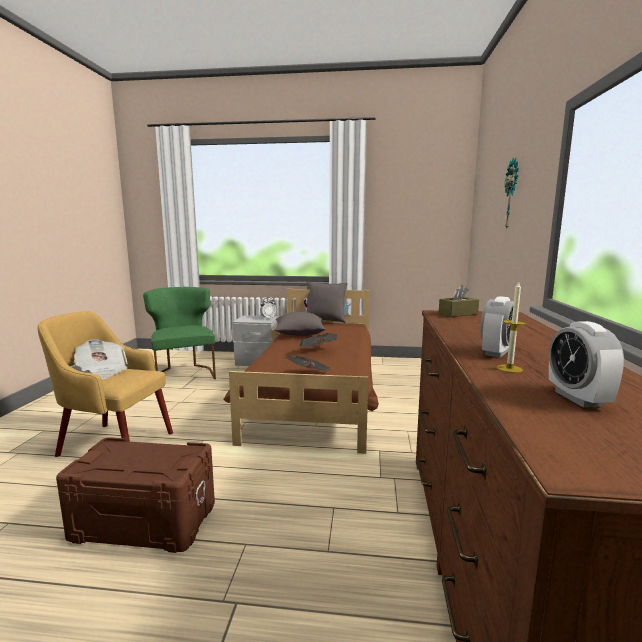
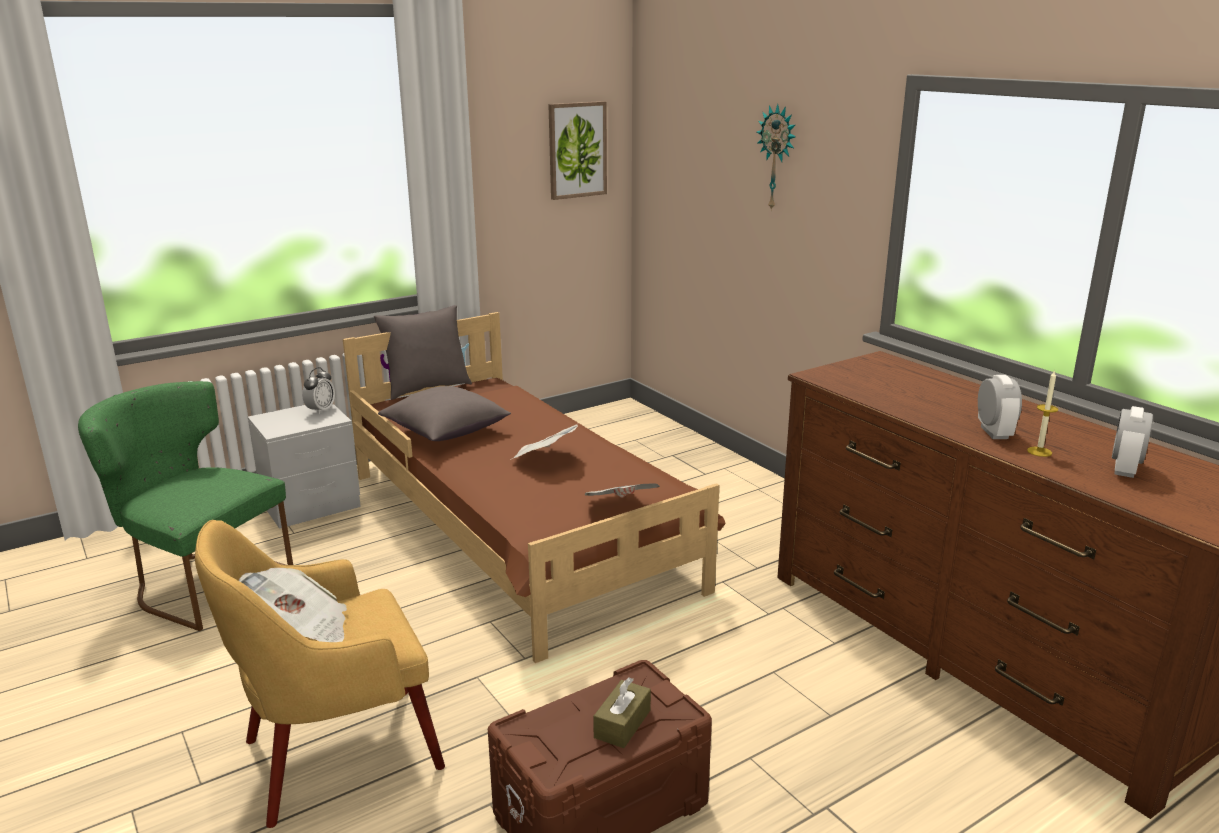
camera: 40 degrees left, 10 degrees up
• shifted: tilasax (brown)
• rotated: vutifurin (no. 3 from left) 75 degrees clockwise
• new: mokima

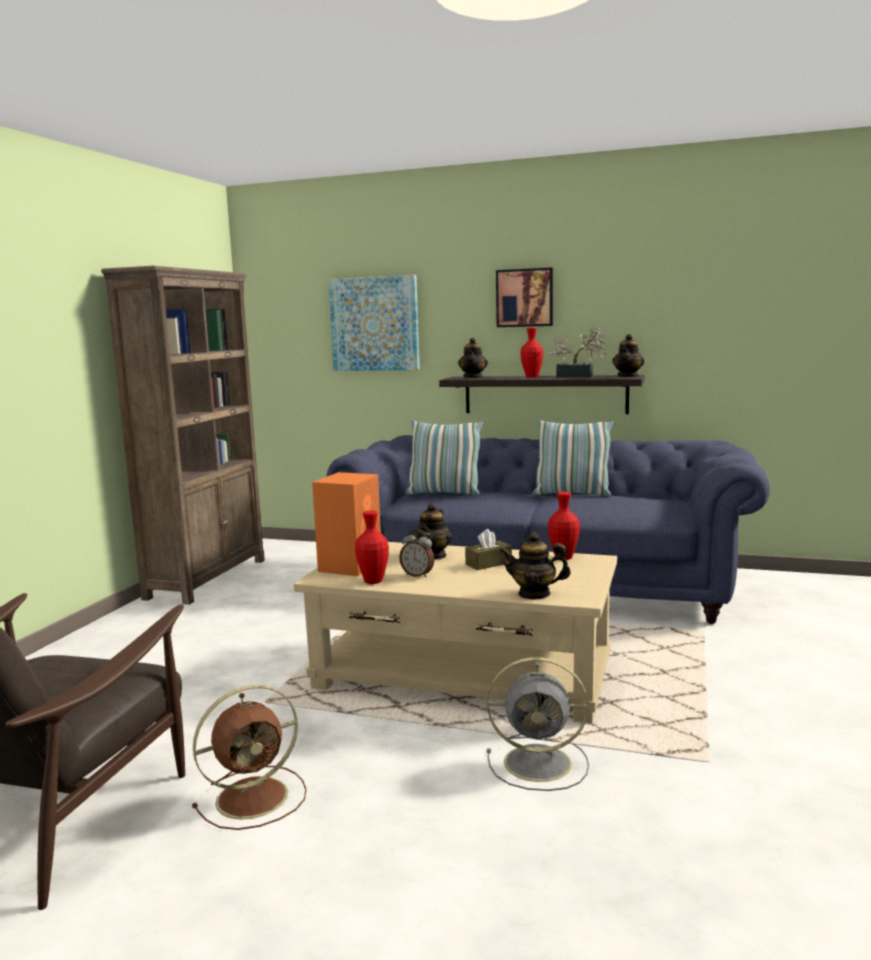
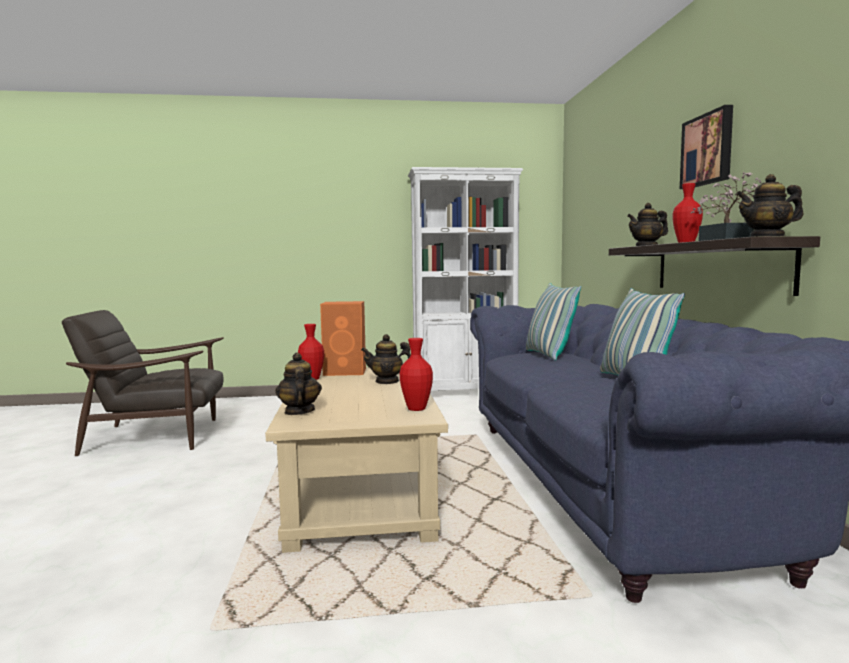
camera: 65 degrees right, 5 degrees down
• repainted: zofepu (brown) to zofepu (white)
• gone: mokima (no. 1 from left)
• gone: vutifurin
• gone: tilasax (brown)
• gone: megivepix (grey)
• gone: megivepix (brown)

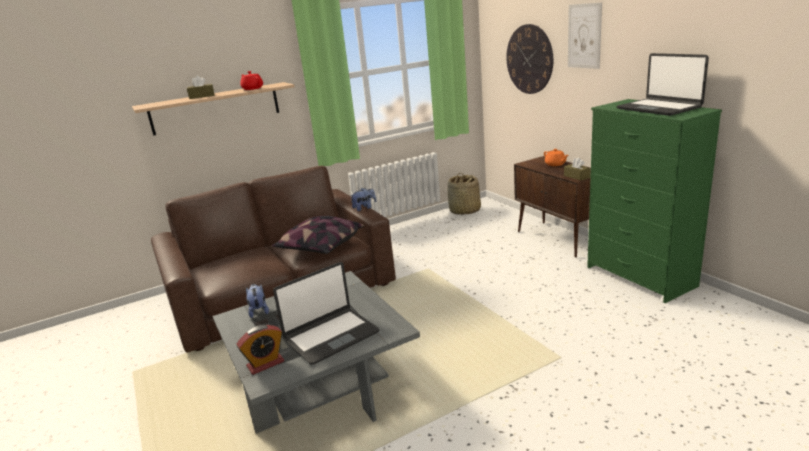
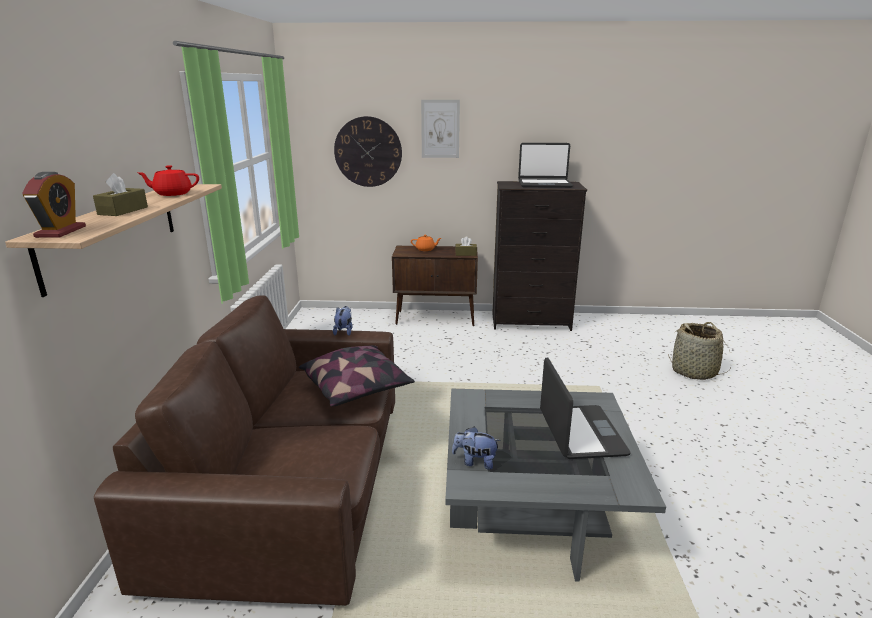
camera: 60 degrees left, 0 degrees up
• repainted: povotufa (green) to povotufa (black)
• shifted: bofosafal
• shifted: vutifurin

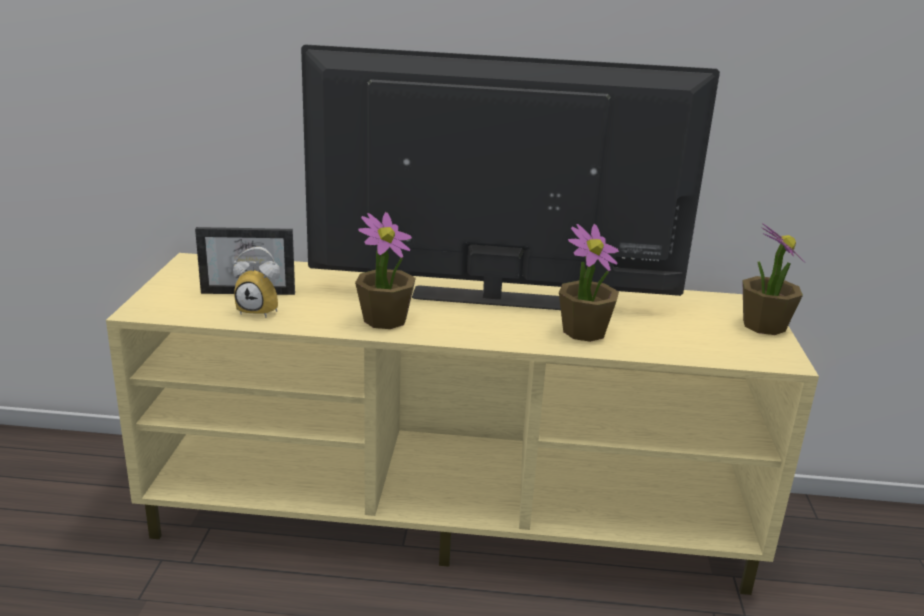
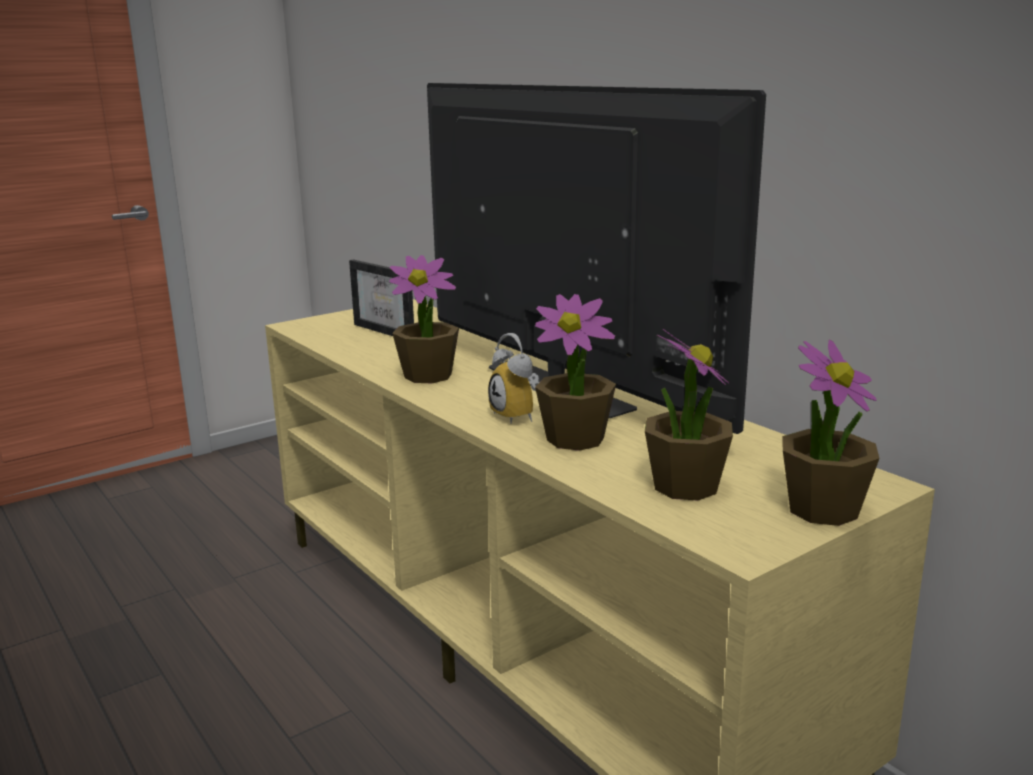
camera: 50 degrees right, 5 degrees down
• shifted: vutifurin
• new: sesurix (no. 3 from left)

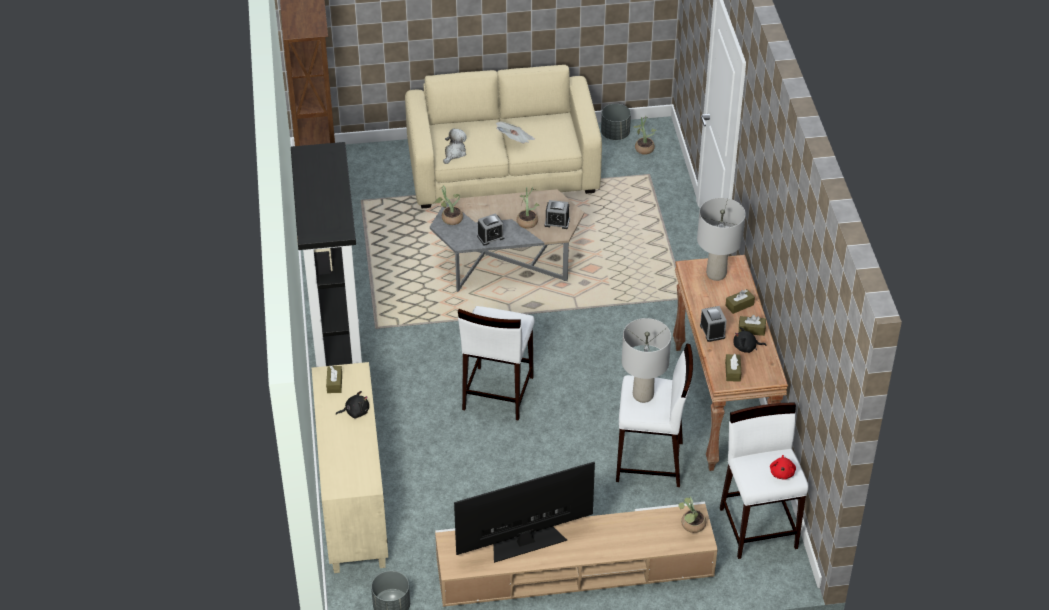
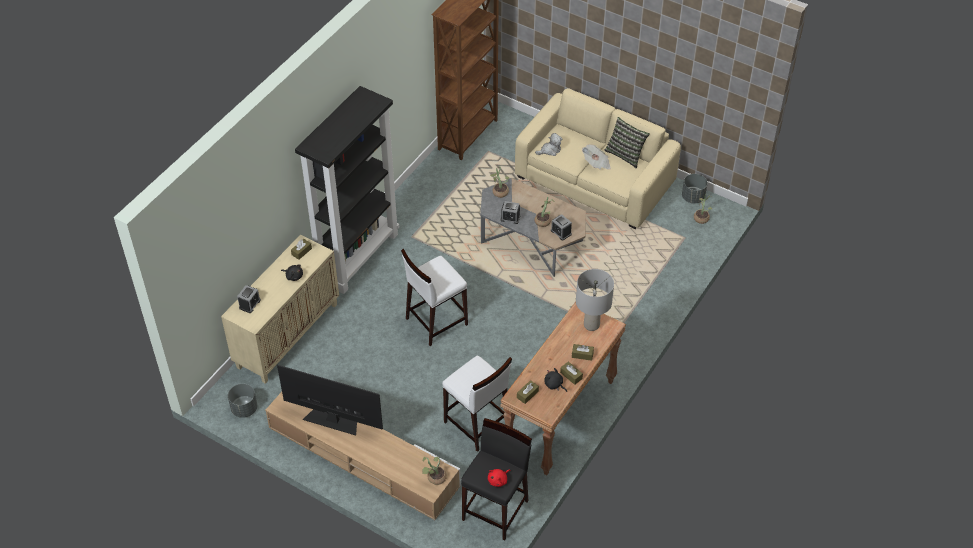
camera: 40 degrees right, 5 degrees up
• shifted: vutifurin (no. 3 from left in the first image) to vutifurin (no. 1 from left)
• gone: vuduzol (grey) (no. 1 from left)
• repainted: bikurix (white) (no. 3 from left) to bikurix (black)
• new: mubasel

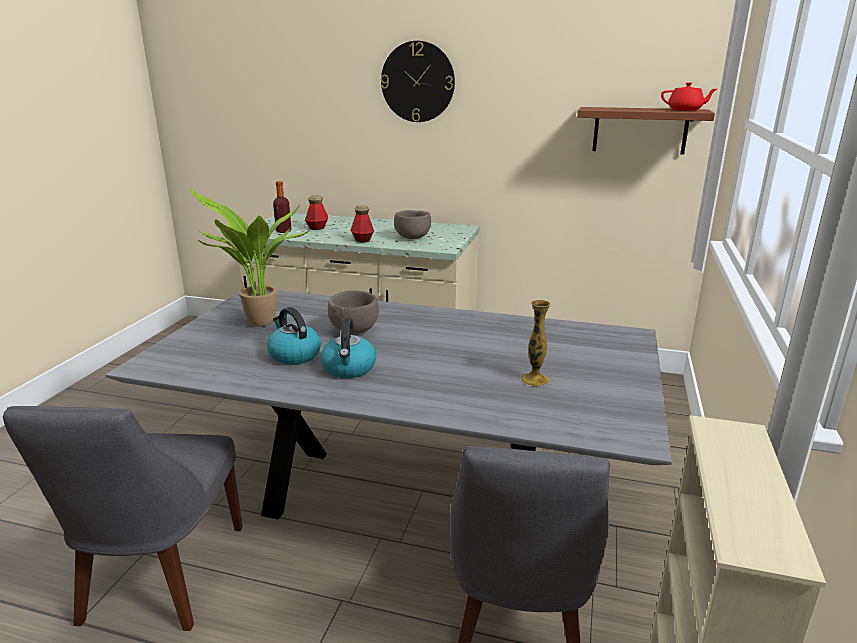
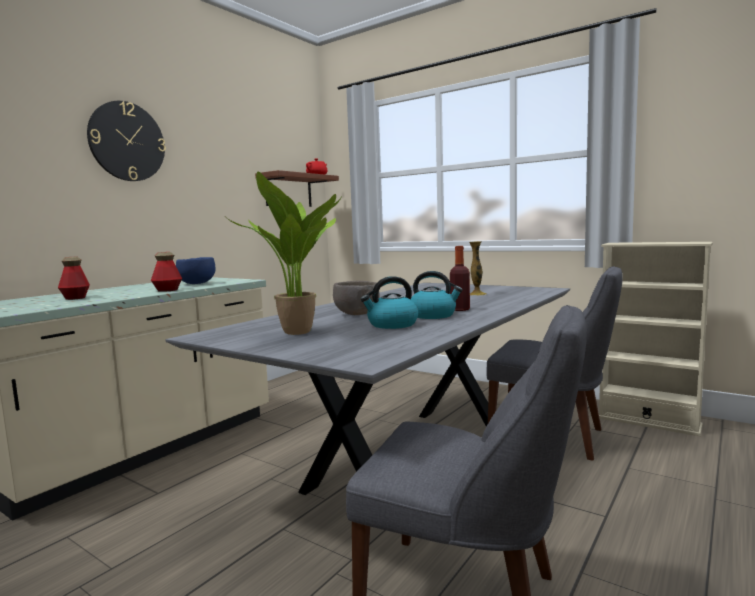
camera: 70 degrees left, 15 degrees down
• shifted: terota (no. 1 from left in the first image) to terota (no. 3 from left)
• repainted: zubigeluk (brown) (no. 2 from left) to zubigeluk (blue)

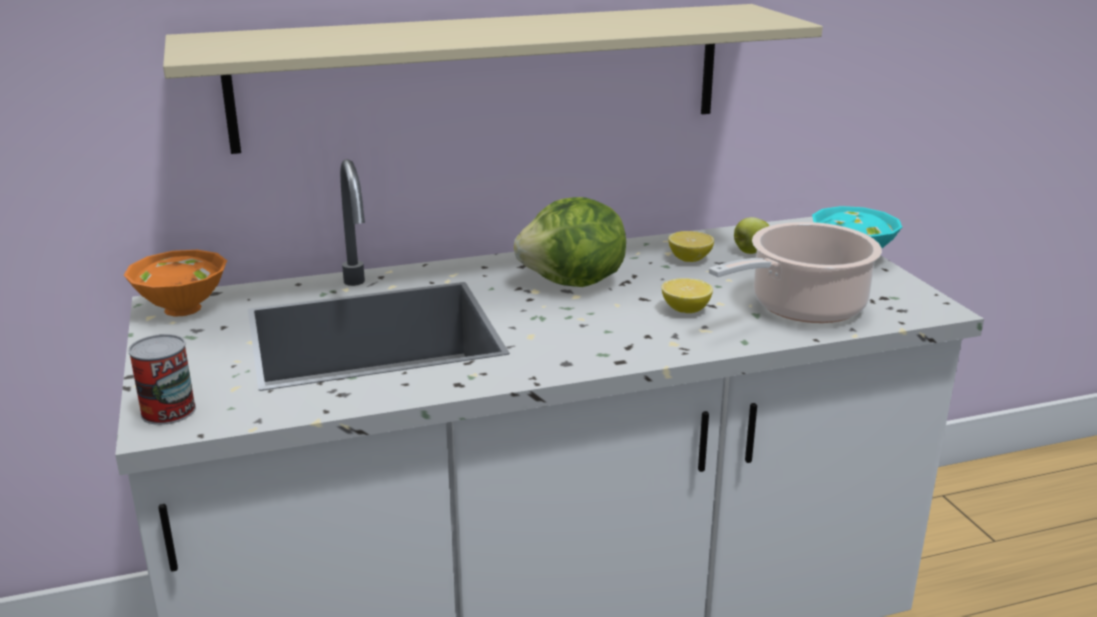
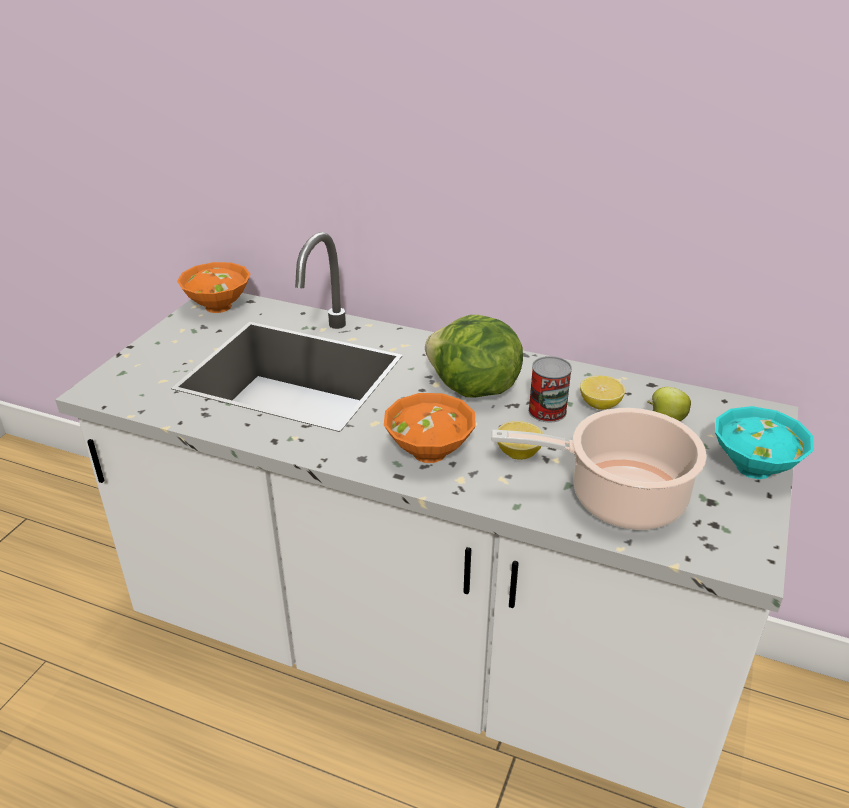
camera: 40 degrees right, 10 degrees up
• gone: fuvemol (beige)
• shifted: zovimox
• new: zubigeluk (orange) (no. 2 from left)

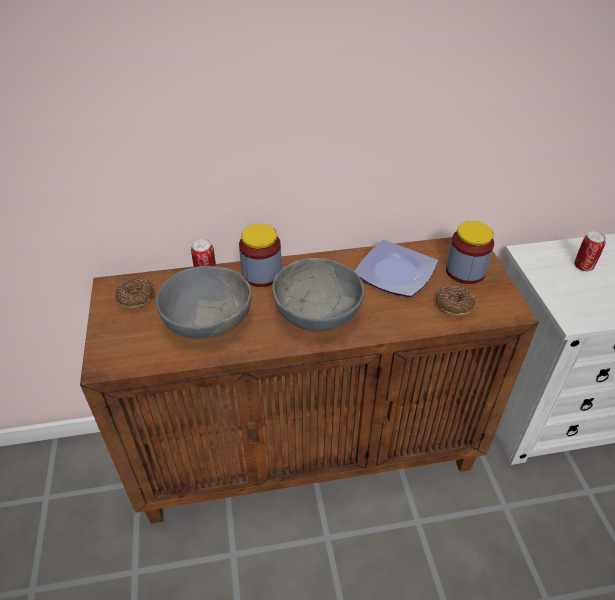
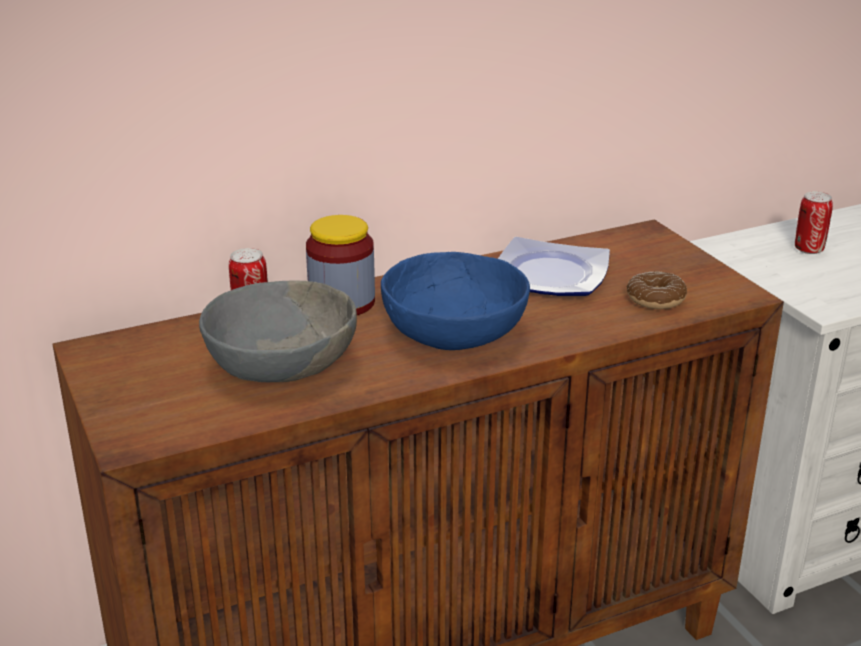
camera: 15 degrees left, 15 degrees down
• gone: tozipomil (no. 2 from left)
• repainted: zubigeluk (grey) (no. 2 from left) to zubigeluk (blue)
• gone: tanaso (no. 1 from left)

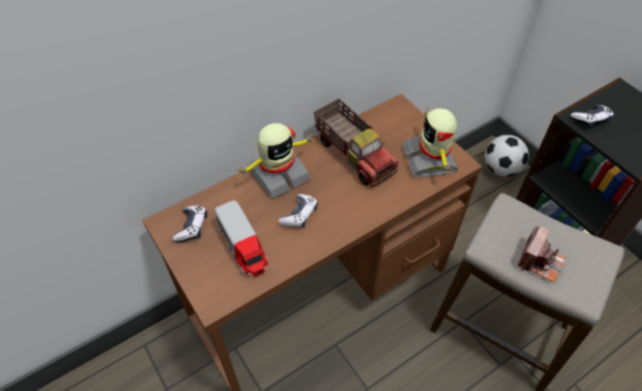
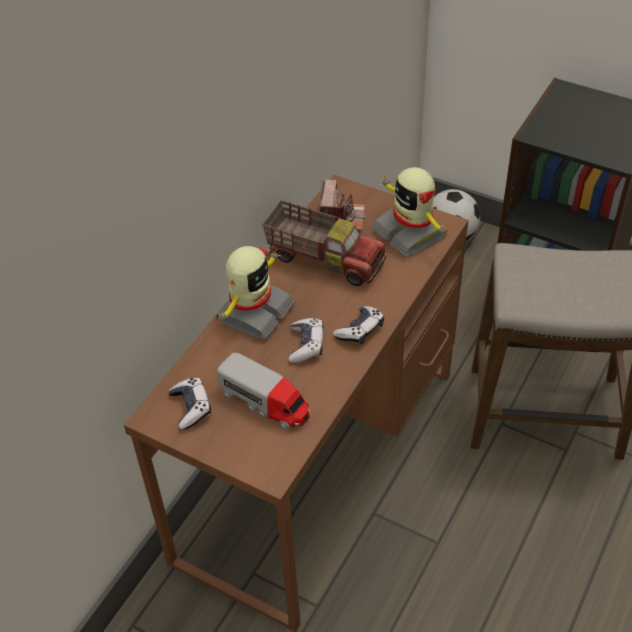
camera: 25 degrees left, 5 degrees down
• shifted: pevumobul (no. 3 from left)
• shifted: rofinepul

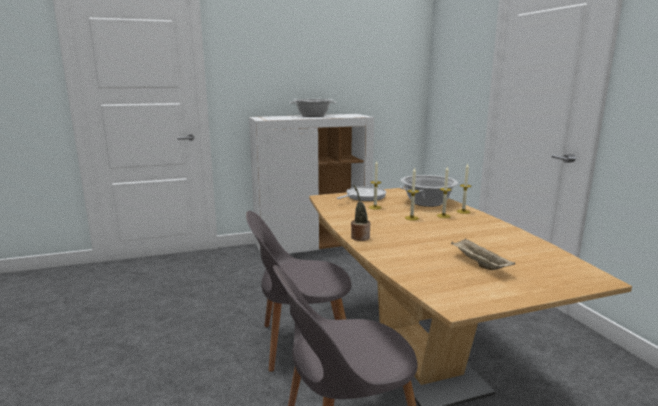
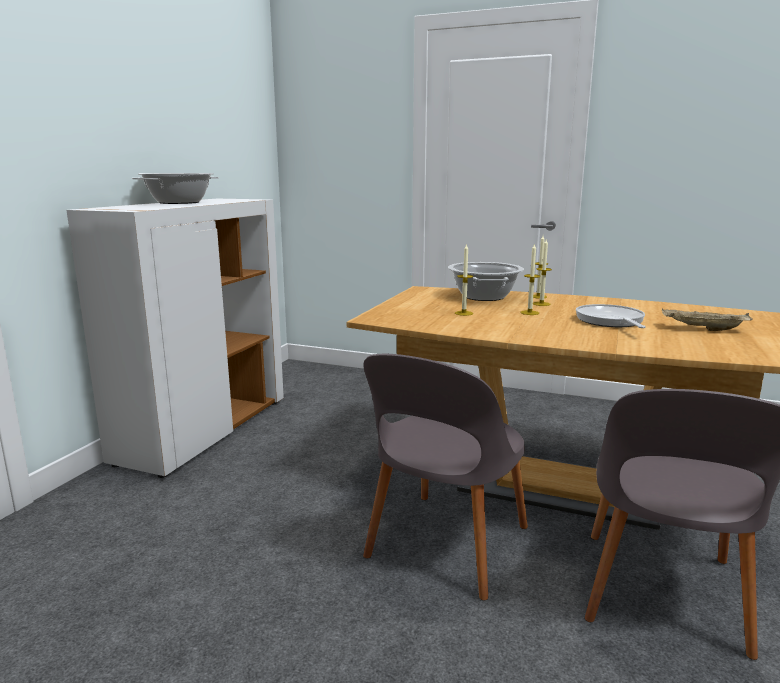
camera: 50 degrees left, 0 degrees up
• gone: sesurix
• shifted: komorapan

